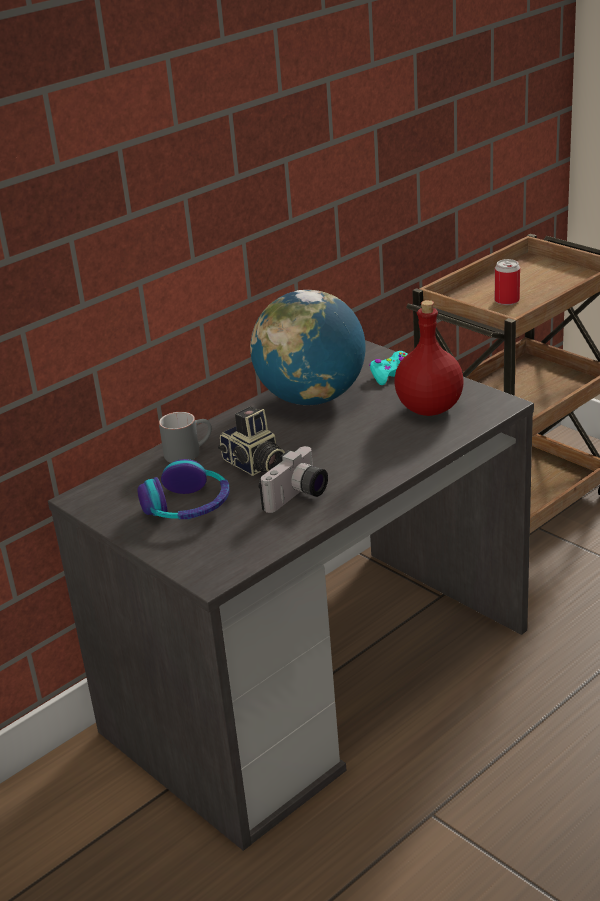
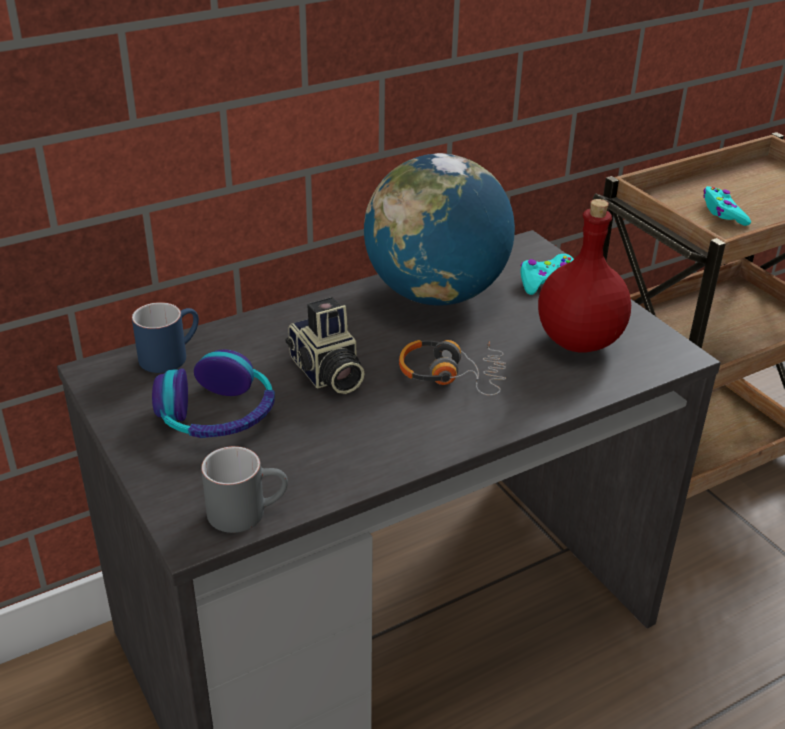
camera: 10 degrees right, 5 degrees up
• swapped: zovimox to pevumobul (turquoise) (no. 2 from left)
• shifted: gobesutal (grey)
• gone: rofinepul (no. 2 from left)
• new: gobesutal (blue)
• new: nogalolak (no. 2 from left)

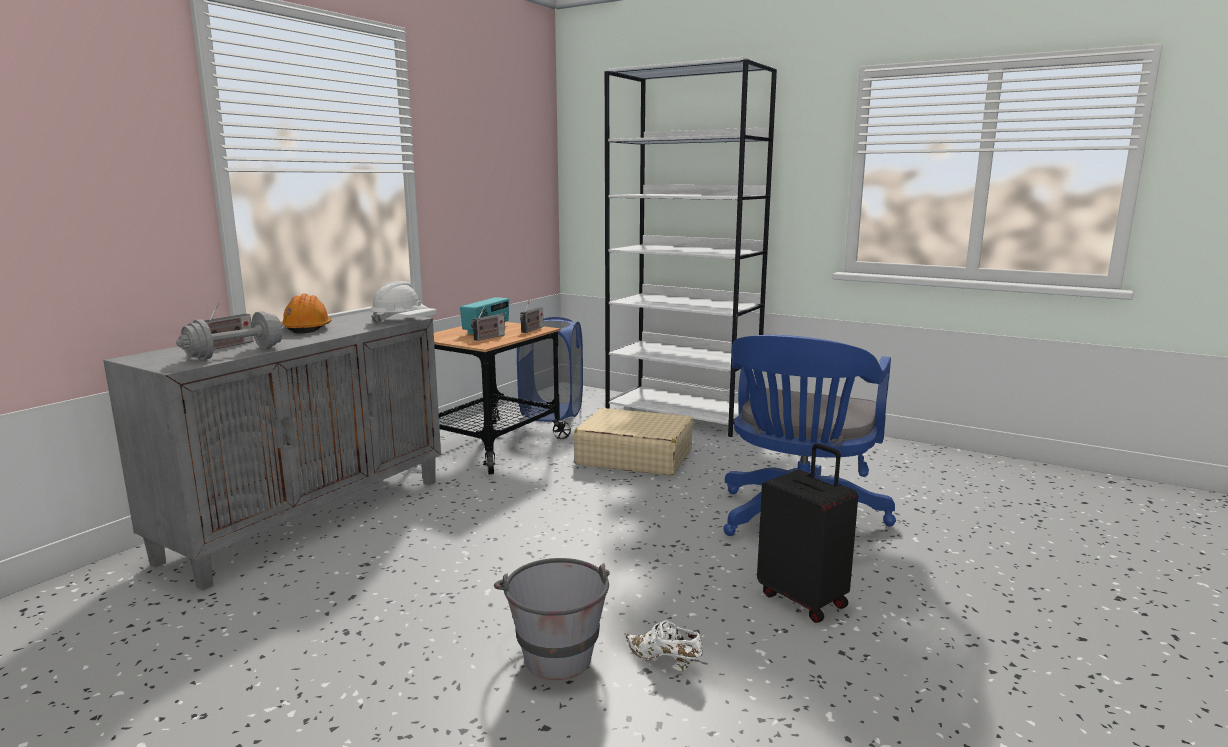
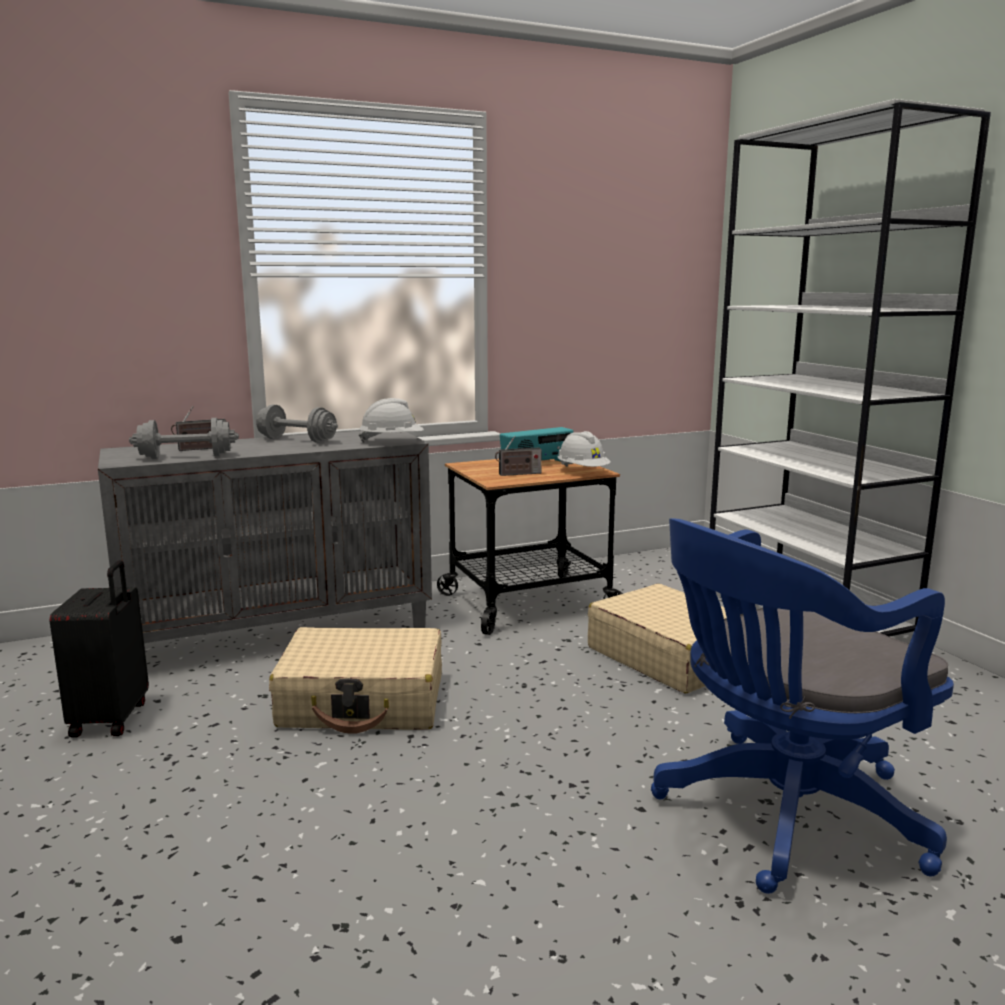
camera: 35 degrees right, 0 degrees up
• swapped: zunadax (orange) to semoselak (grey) (no. 2 from left)
• swapped: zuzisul (no. 4 from left) to zunadax (white) (no. 2 from left)
• gone: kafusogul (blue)
• shifted: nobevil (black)
• gone: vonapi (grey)
• gone: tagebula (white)
• new: nobevil (beige) (no. 1 from left)

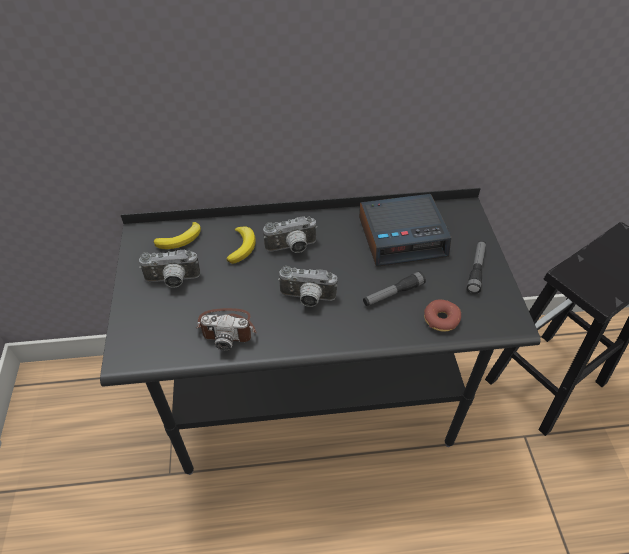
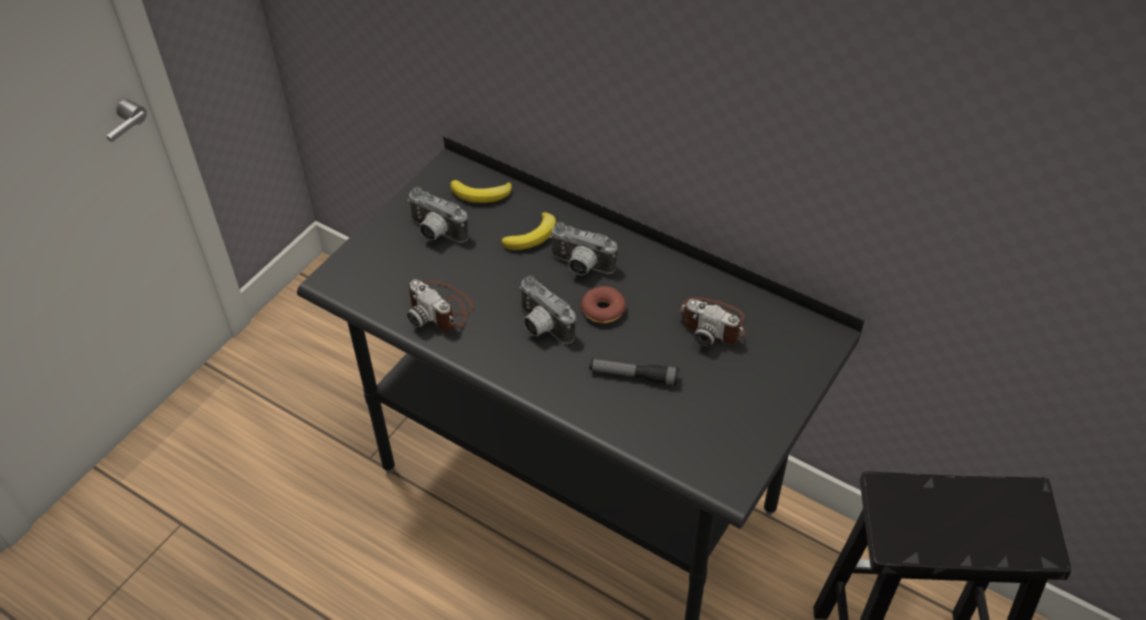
camera: 40 degrees right, 0 degrees up
• swapped: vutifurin to rofinepul (no. 5 from left)
• gone: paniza (no. 2 from left)
• shifted: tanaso

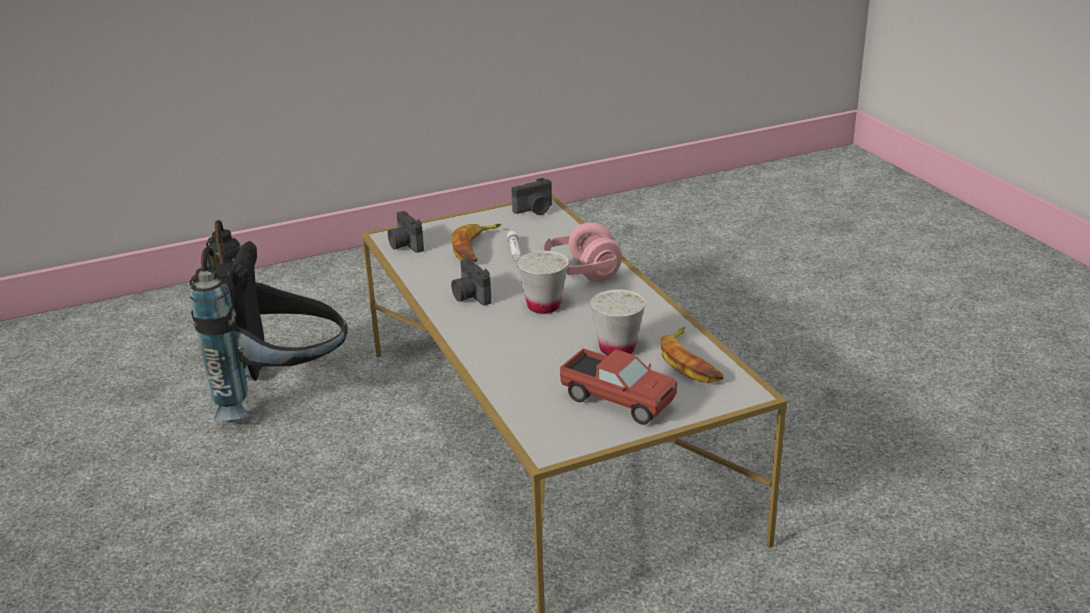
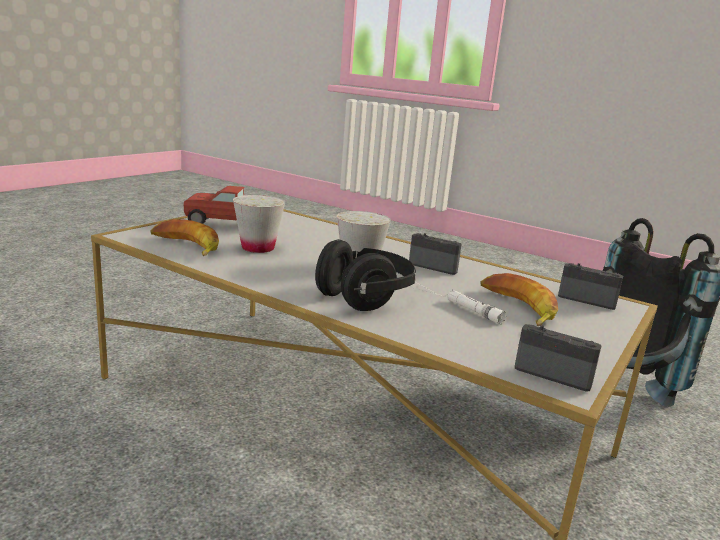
camera: 145 degrees right, 10 degrees down
• rotated: rofinepul (no. 3 from left in the first image) 90 degrees clockwise
• repainted: nogalolak (pink) to nogalolak (black)

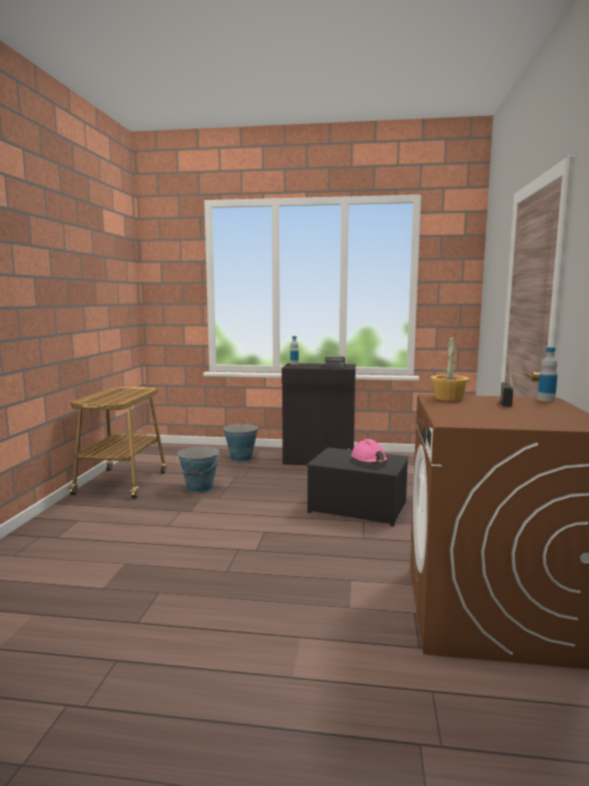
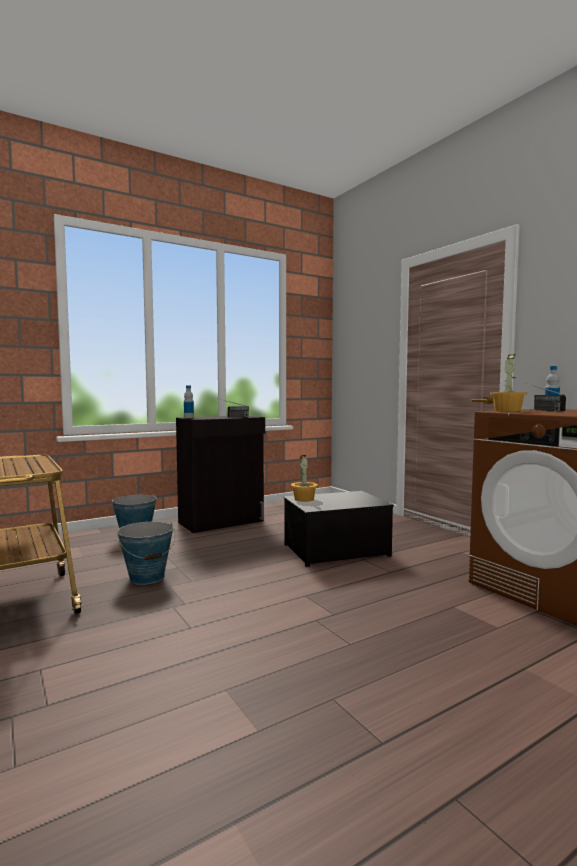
camera: 40 degrees left, 5 degrees down
• gone: zunadax (pink)
• new: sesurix (no. 1 from left)

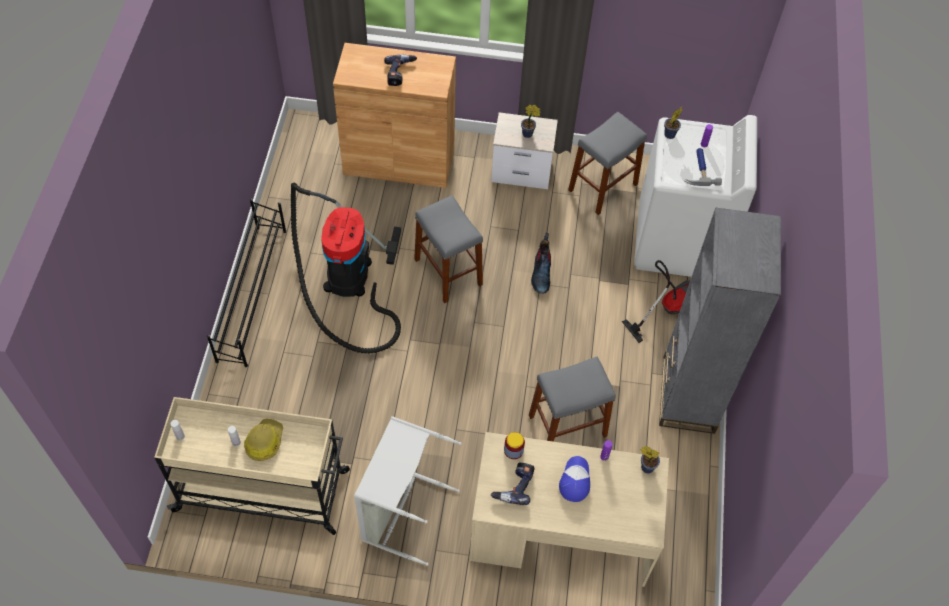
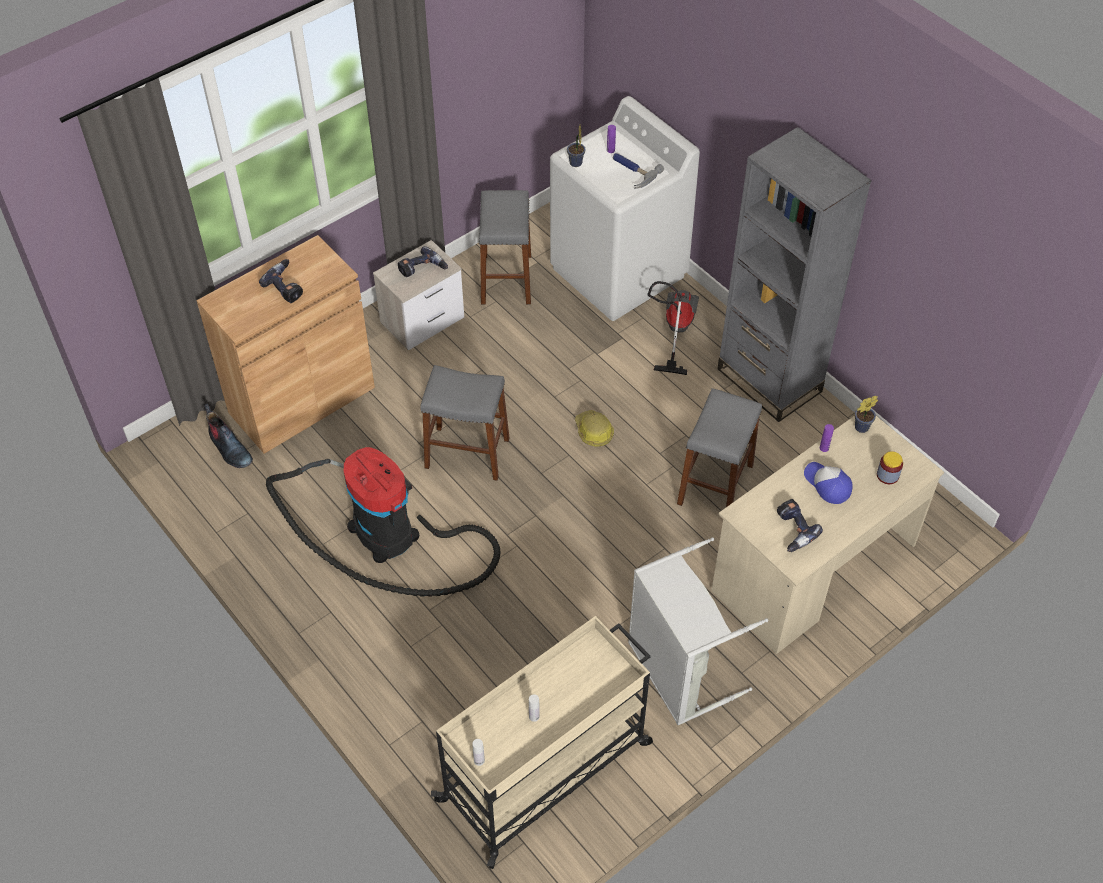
camera: 45 degrees left, 5 degrees down
• swapped: sesurix (no. 1 from left) to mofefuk (no. 2 from left)
• gone: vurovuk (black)
• shifted: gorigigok
• shifted: zunadax
• shifted: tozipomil

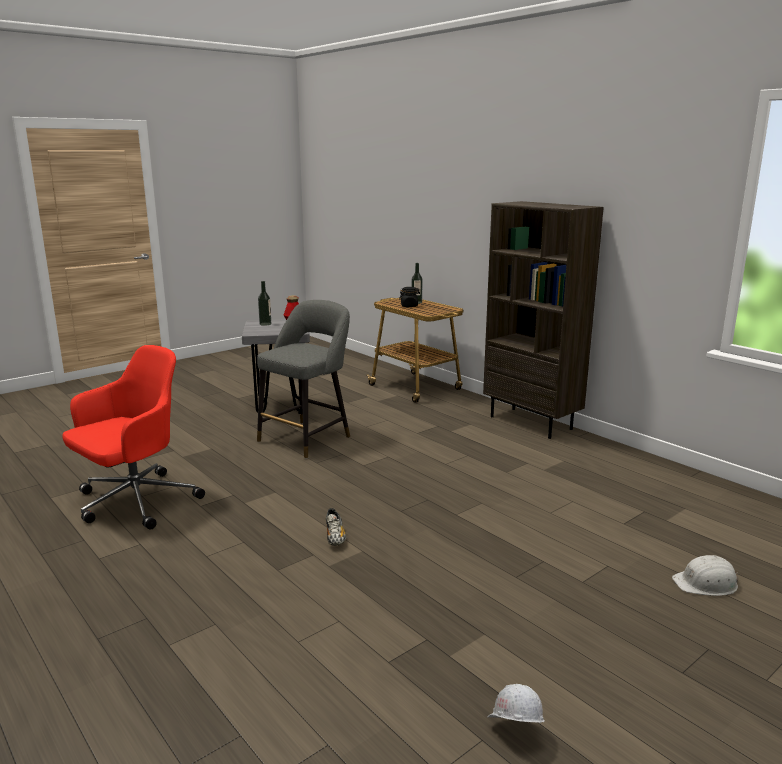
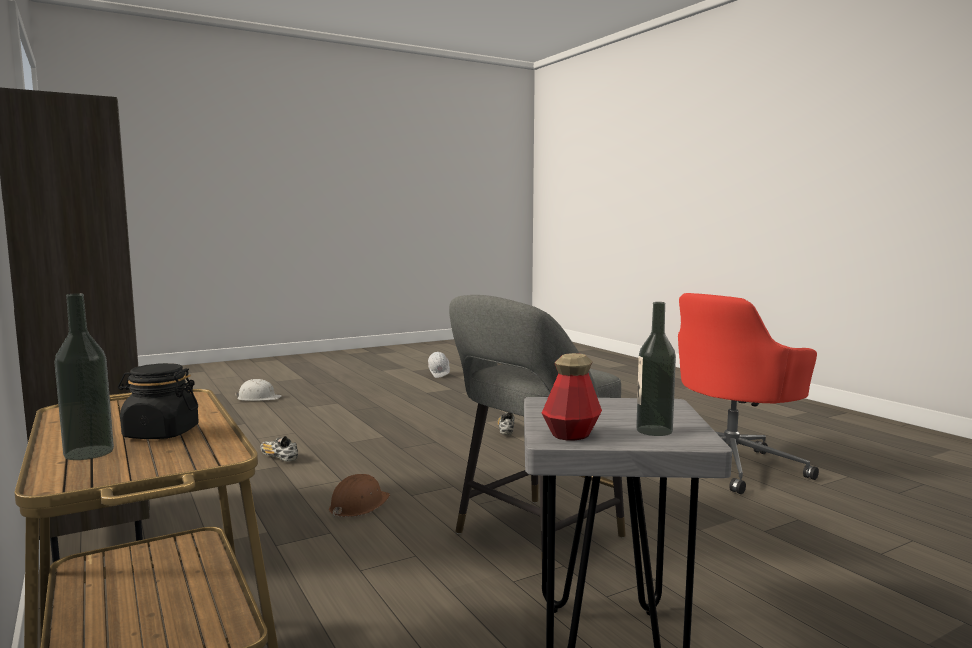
camera: 170 degrees left, 10 degrees down
• new: tagebula (no. 1 from left)
• new: zunadax (brown)

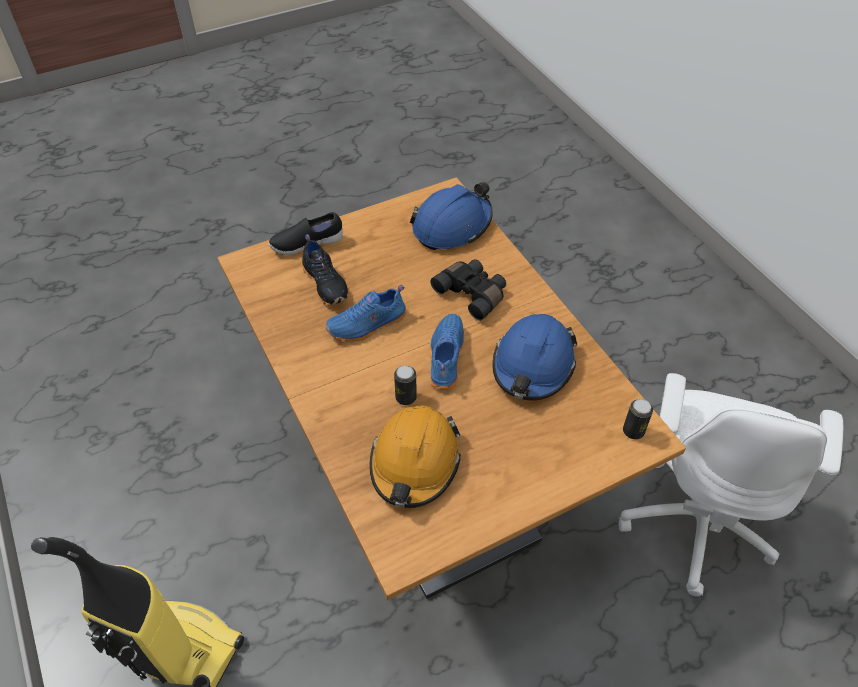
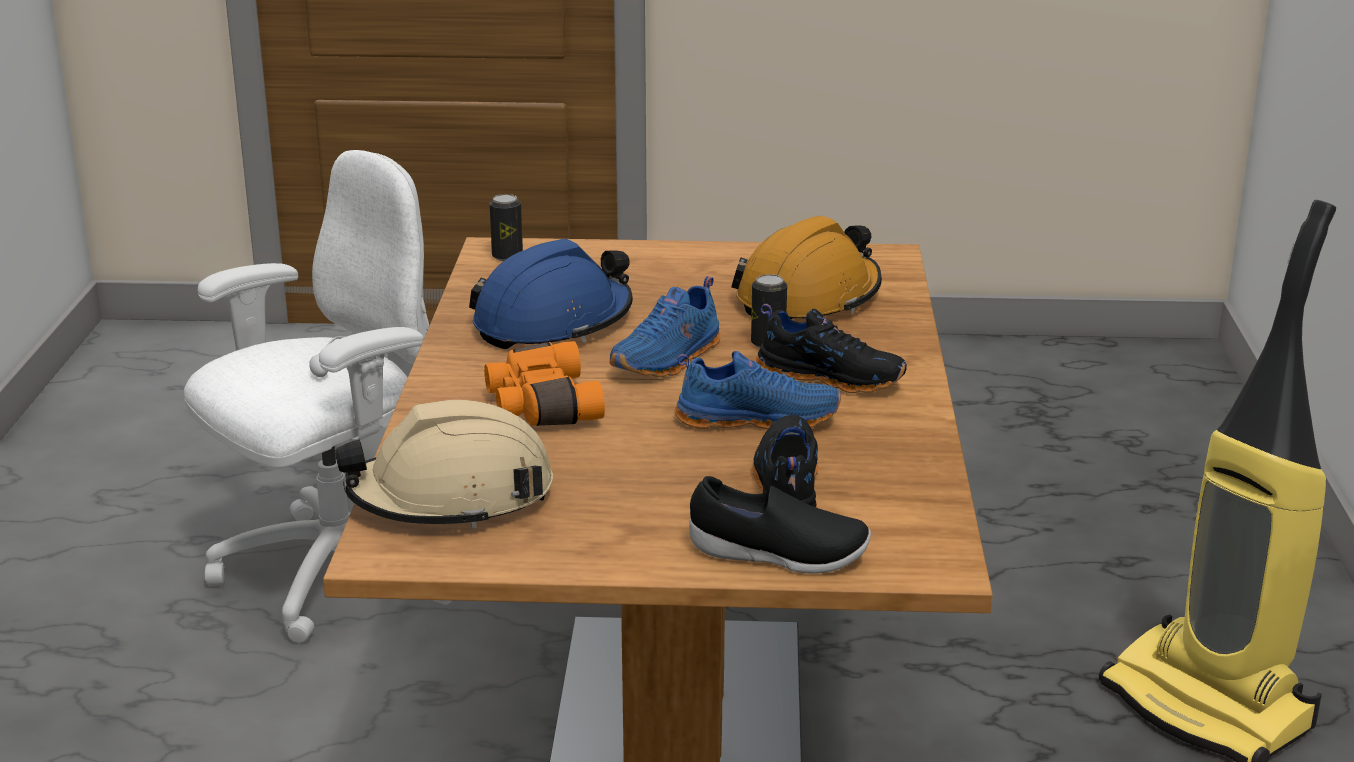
camera: 150 degrees left, 25 degrees down
• repainted: zunadax (blue) (no. 1 from left) to zunadax (beige)
• repainted: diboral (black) to diboral (orange)
• new: tagebula (black) (no. 3 from left)

